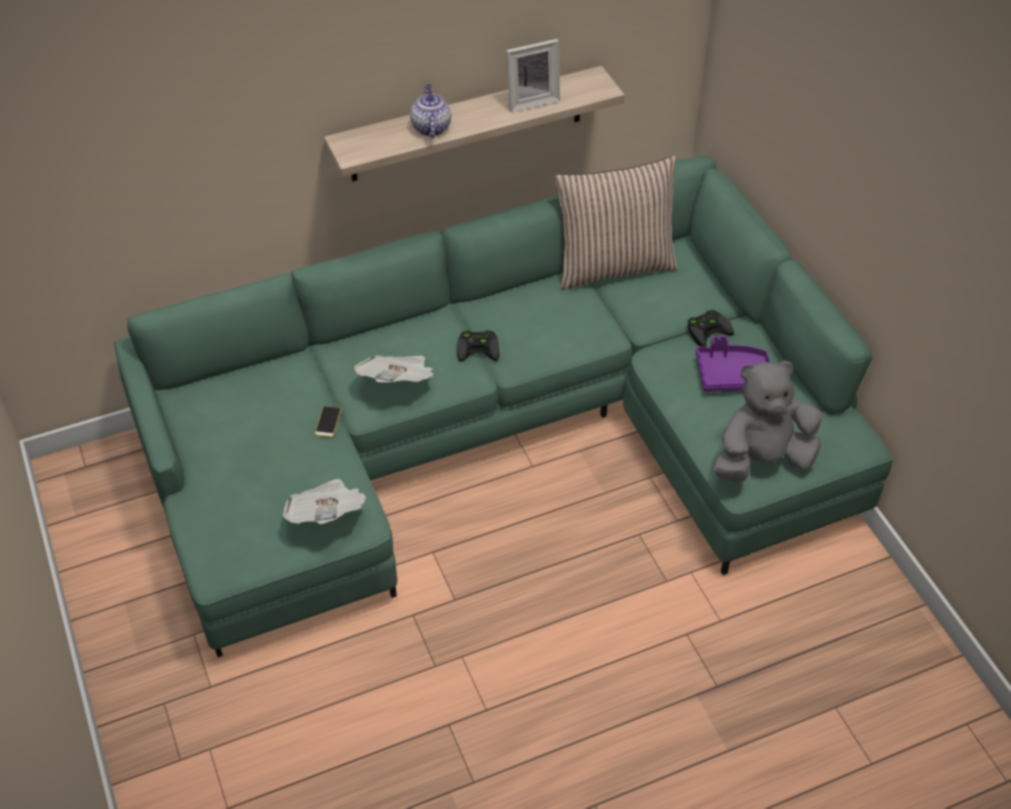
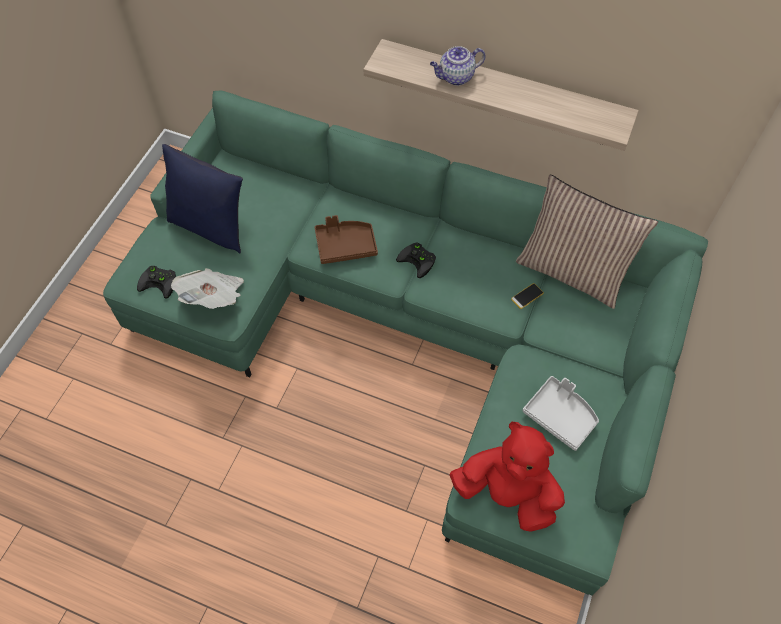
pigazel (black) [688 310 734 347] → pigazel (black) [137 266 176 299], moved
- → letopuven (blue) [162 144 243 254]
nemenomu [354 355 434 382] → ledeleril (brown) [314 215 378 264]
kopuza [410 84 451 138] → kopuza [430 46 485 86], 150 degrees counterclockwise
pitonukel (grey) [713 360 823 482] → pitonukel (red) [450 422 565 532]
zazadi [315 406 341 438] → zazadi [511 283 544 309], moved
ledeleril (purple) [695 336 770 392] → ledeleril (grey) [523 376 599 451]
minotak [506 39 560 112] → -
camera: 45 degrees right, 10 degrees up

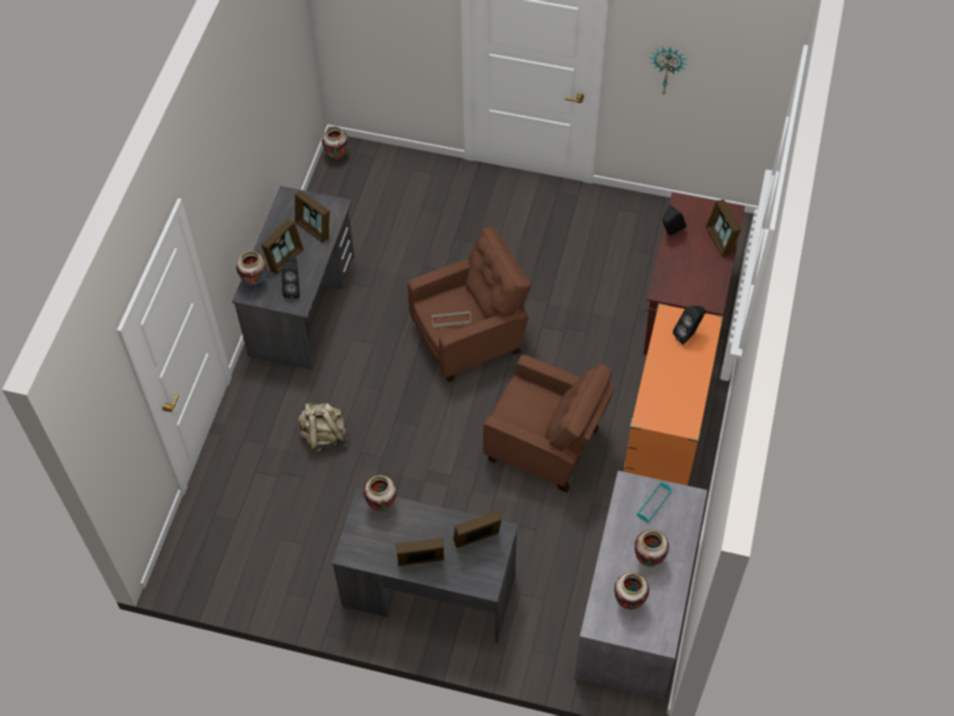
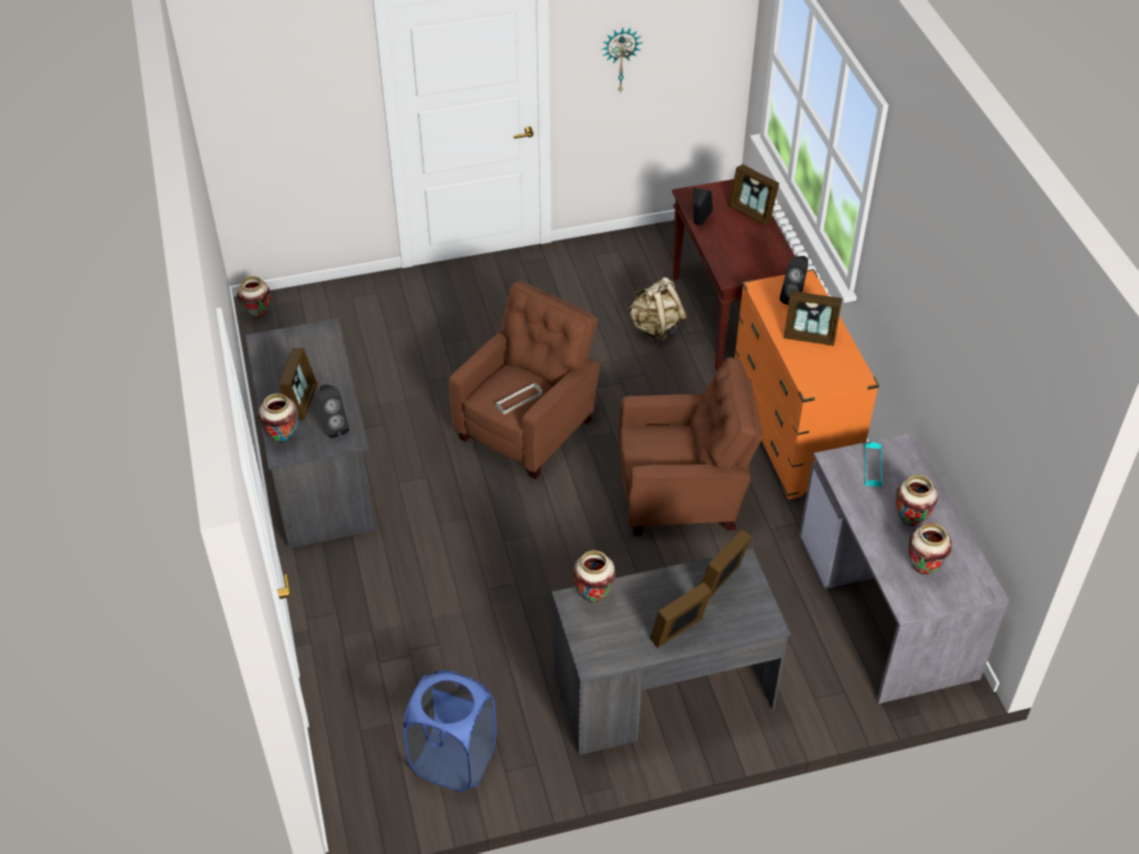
- → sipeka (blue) [403 670 497 791]
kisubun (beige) [298 401 349 452] → kisubun (beige) [628 277 687 343], moved
minotak [295 190 330 243] → minotak [784 291 842 346], moved
camera: 30 degrees left, 10 degrees down

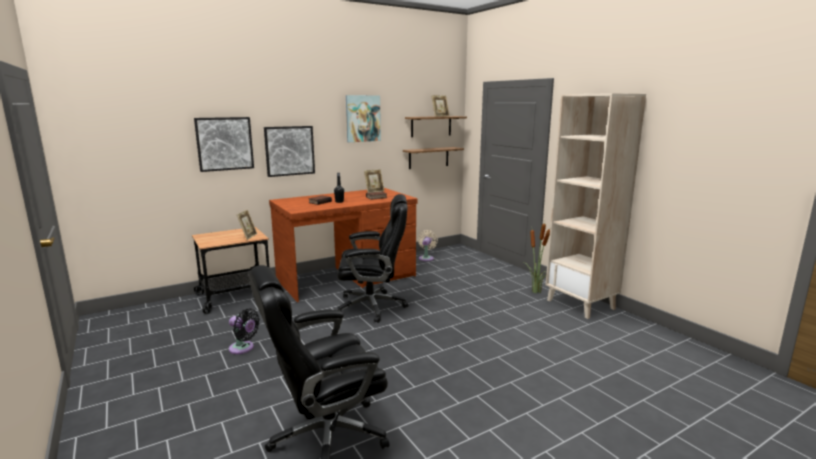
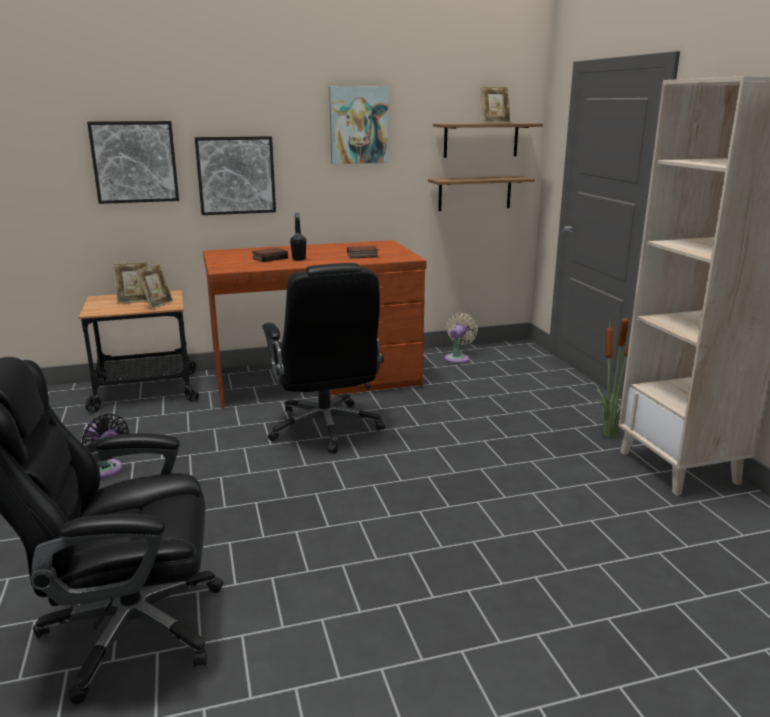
minotak [364 169 384 193] → minotak [113 262 149 304], moved
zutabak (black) [337 194 409 323] → zutabak (black) [262 263 385 454], 60 degrees clockwise
camera: 15 degrees right, 5 degrees up

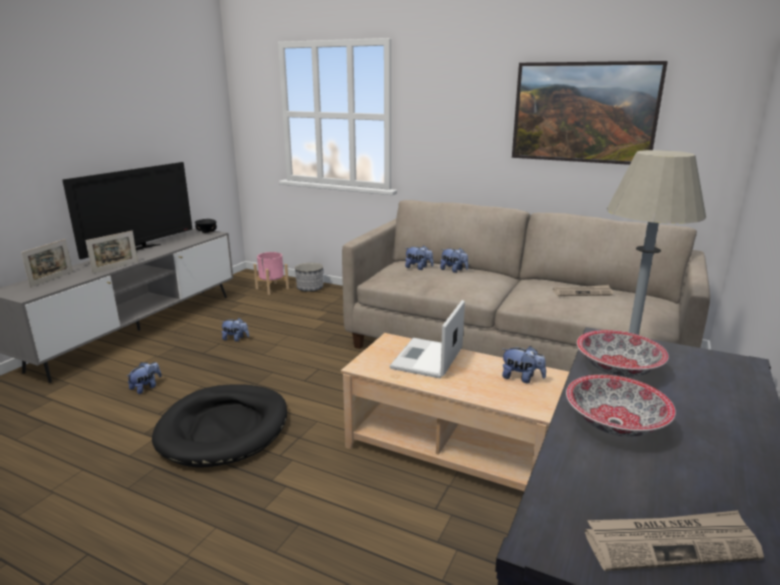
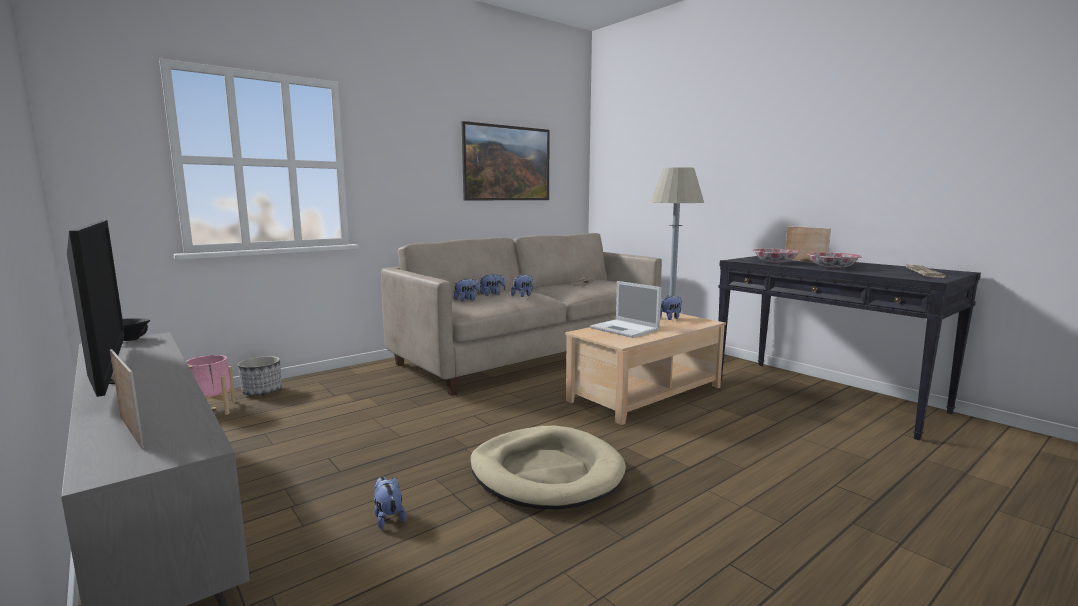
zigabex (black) [152 384 287 467] → zigabex (beige) [470 426 626 509]
pitonukel [220 318 249 342] → pitonukel [511 274 533 297], moved
minotak [85 231 138 274] → minotak [786 226 831 263], moved
camera: 65 degrees left, 10 degrees down

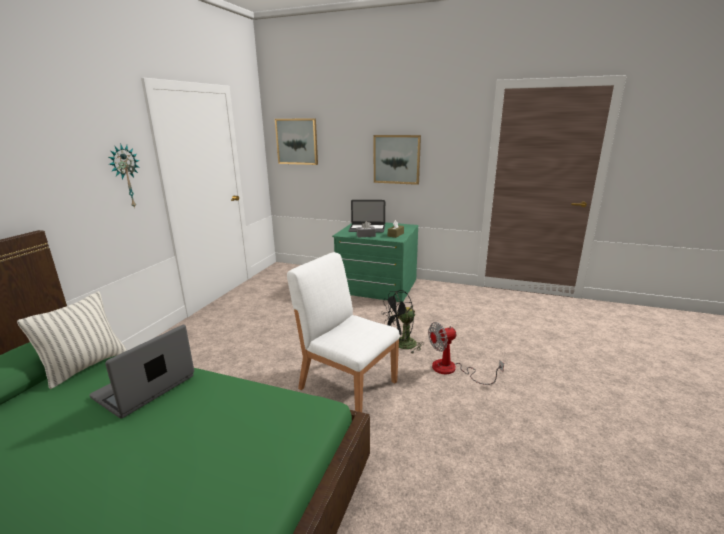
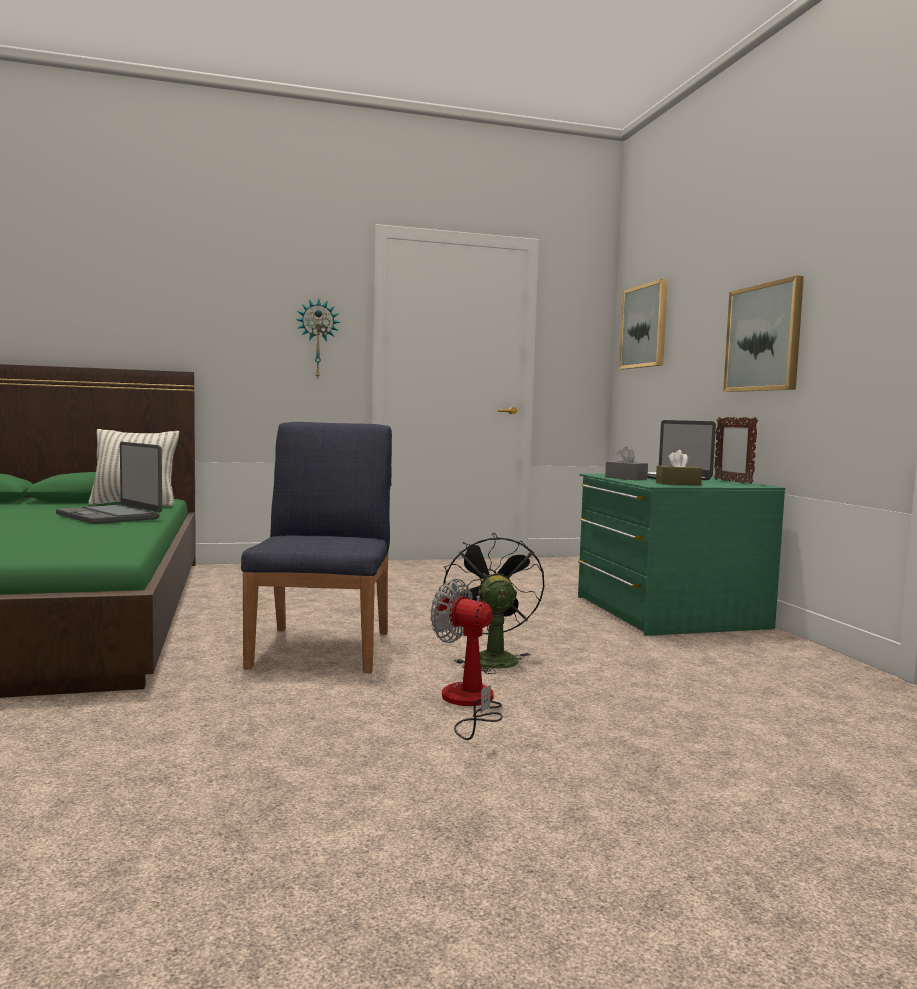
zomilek [90 325 194 419] → zomilek [56 442 162 524], 135 degrees counterclockwise
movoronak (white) [287 252 400 412] → movoronak (blue) [241 422 392 673]
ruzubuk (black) [381 290 424 353] → ruzubuk (black) [442 532 544 674], 45 degrees clockwise
- → minotak [714 417 758 484]
camera: 55 degrees right, 15 degrees down

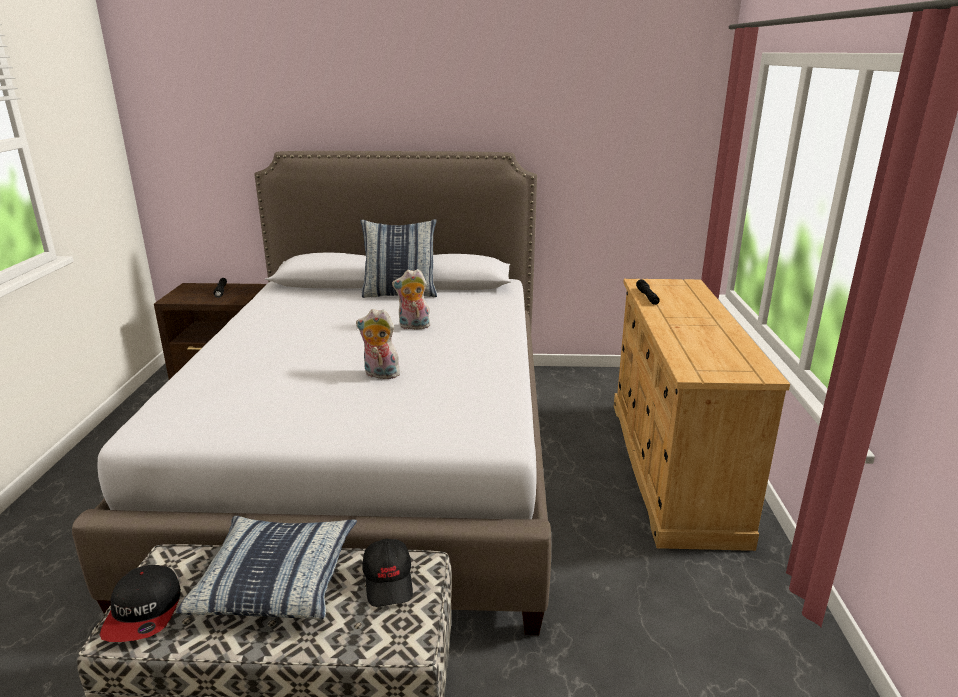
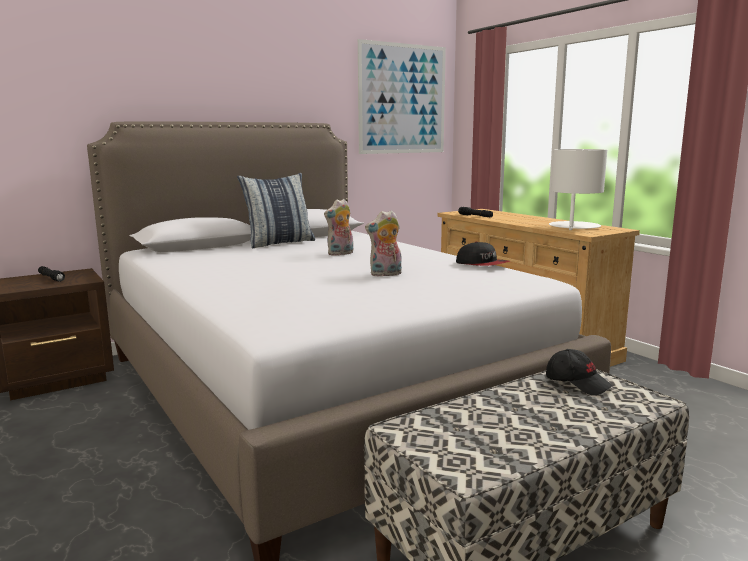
- → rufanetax [358 39 446 154]
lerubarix [100 565 181 642] → lerubarix [456 242 510 266], moved
- → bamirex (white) [549 149 607 230]
letopuven [176 516 357 620] → -
camera: 35 degrees left, 10 degrees down

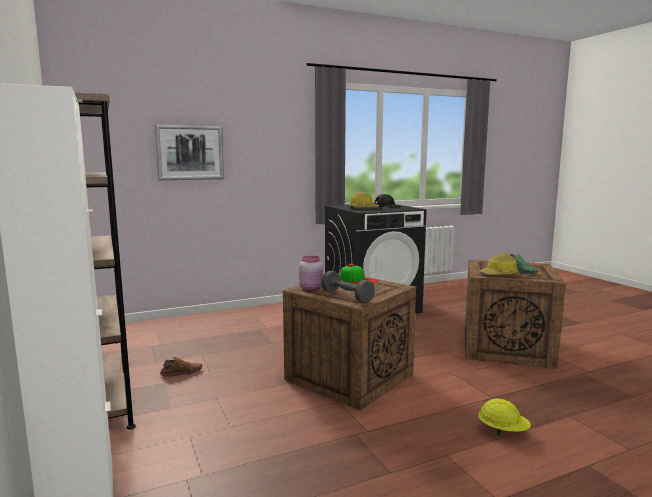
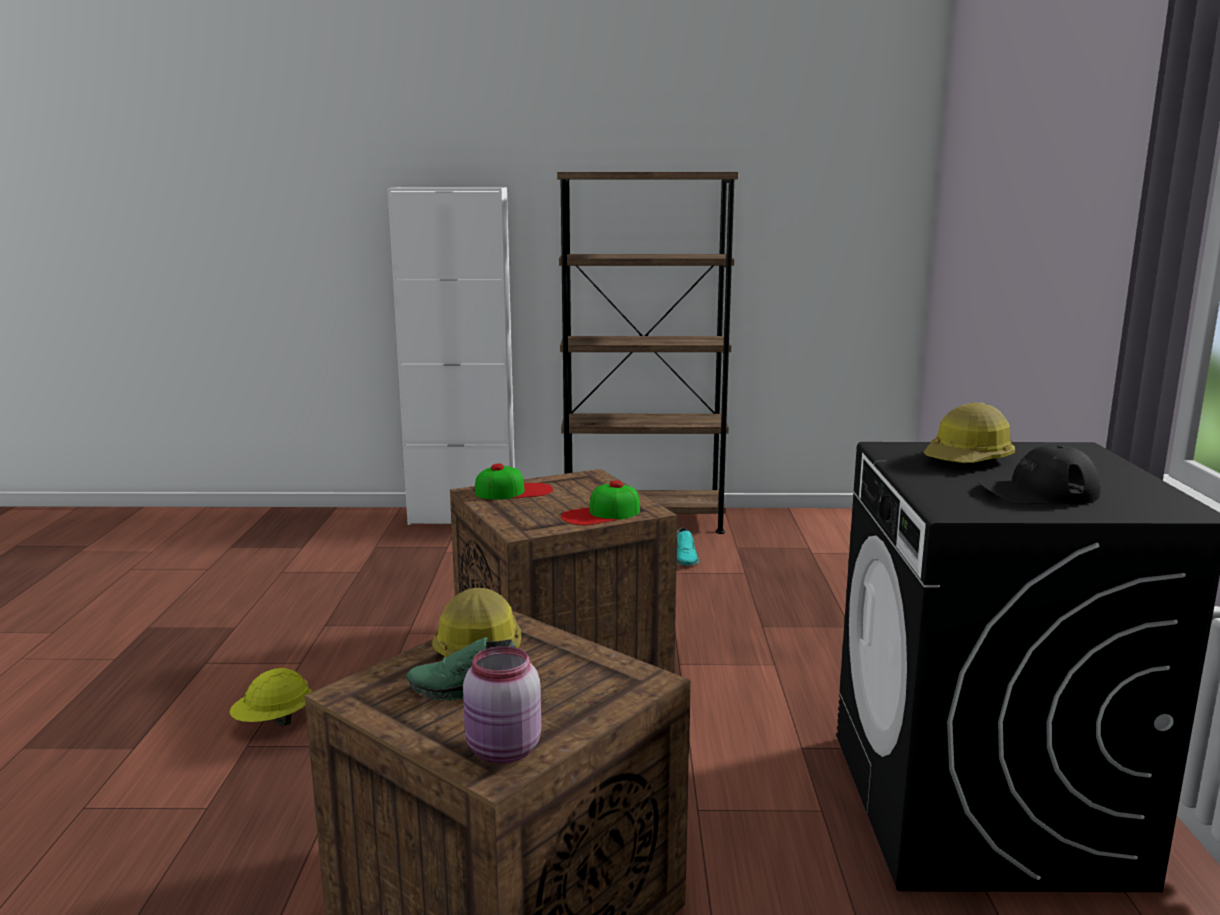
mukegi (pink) [299 256 323 290] → mukegi (pink) [463 646 541 763], moved
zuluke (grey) [321 271 375 303] → lerubarix [475 464 554 500]
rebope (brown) [160 357 202 377] → rebope (turquoise) [677 528 699 565]
rufanetax [155 125 224 180] → -
camera: 115 degrees right, 5 degrees up

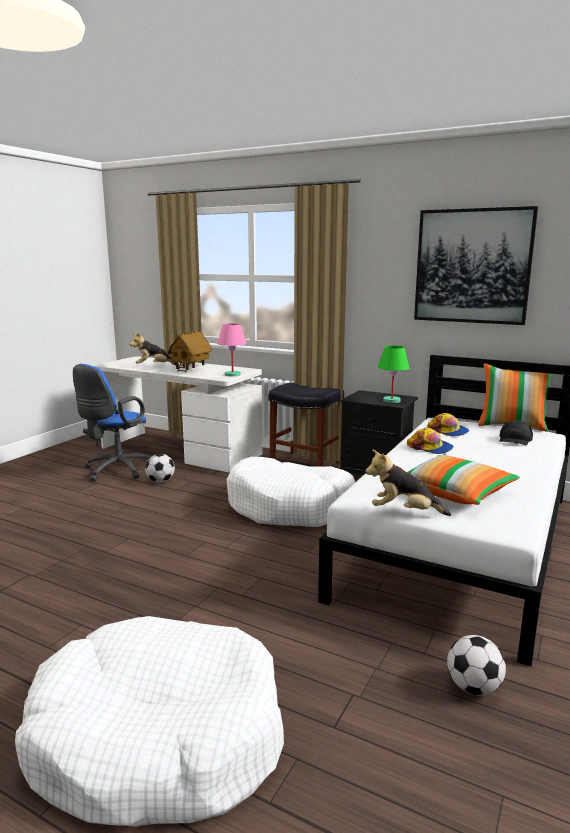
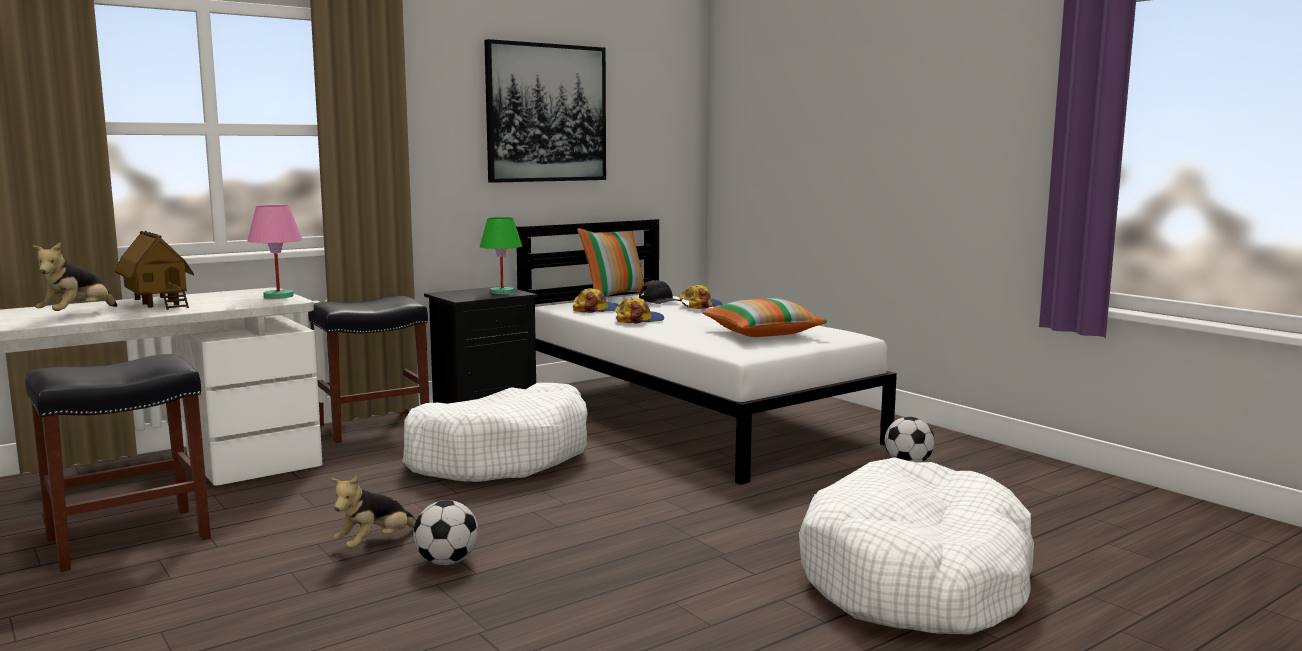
zutabak (blue) [73 364 152 481] → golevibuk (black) [25 354 211 572]
pitonukel [365 449 451 516] → pitonukel [331 476 416 549], moved
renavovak [145 454 175 483] → renavovak [413 500 478 565], moved
- → lerubarix [680 285 722 309]
camera: 65 degrees left, 5 degrees down

